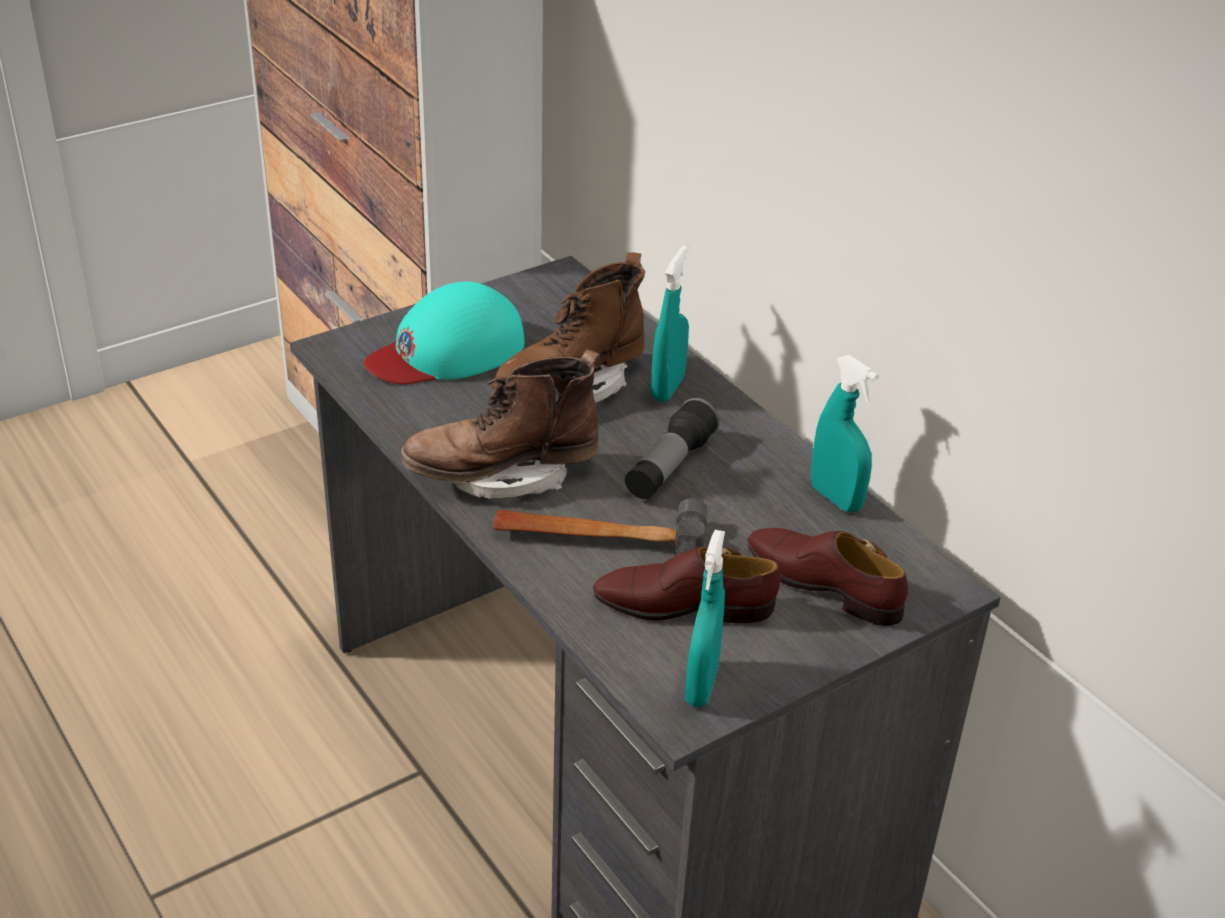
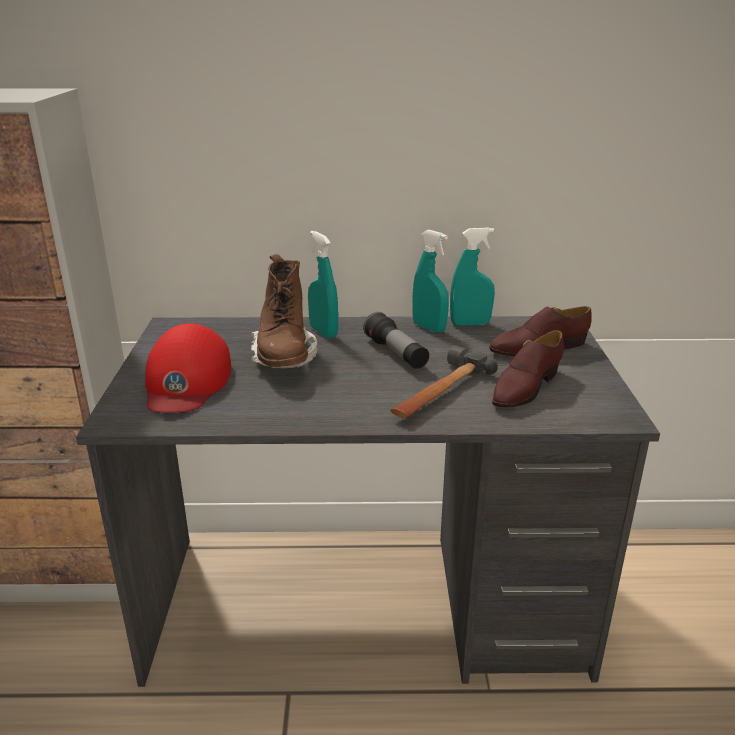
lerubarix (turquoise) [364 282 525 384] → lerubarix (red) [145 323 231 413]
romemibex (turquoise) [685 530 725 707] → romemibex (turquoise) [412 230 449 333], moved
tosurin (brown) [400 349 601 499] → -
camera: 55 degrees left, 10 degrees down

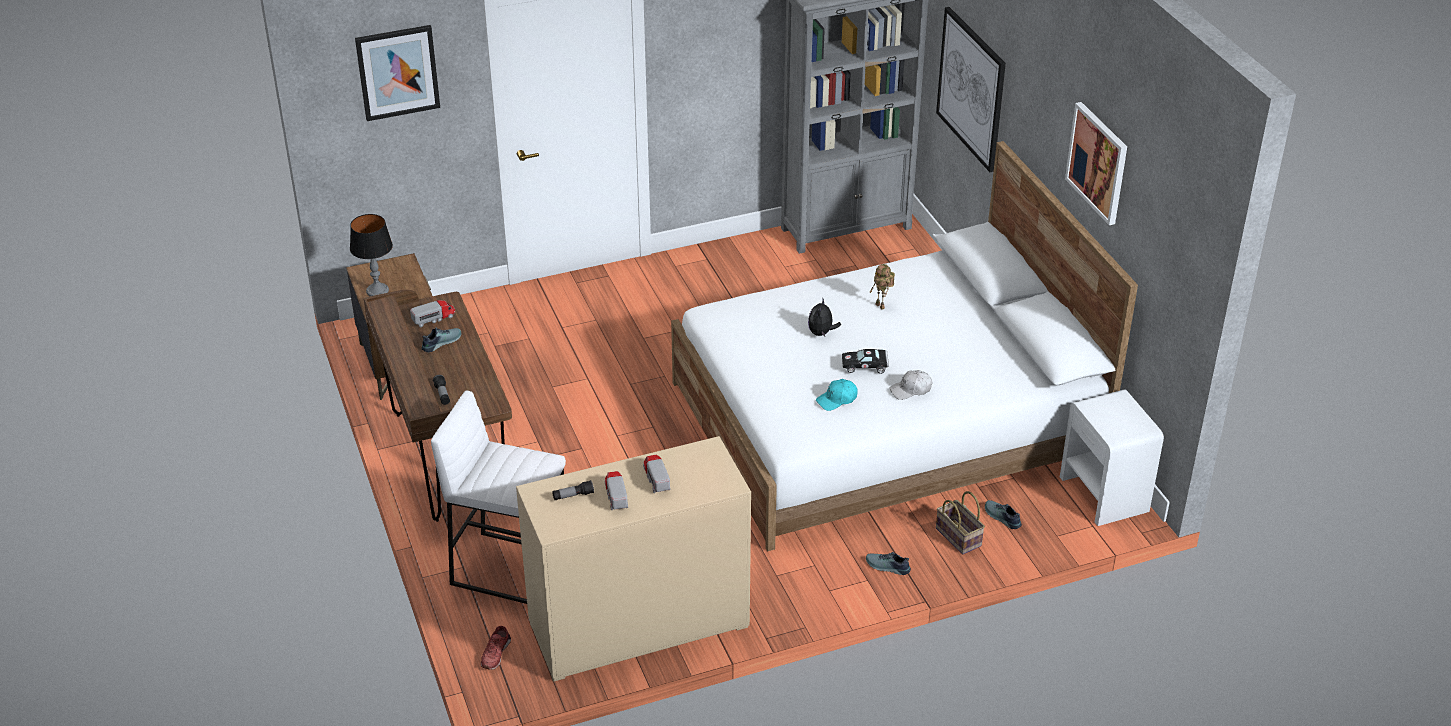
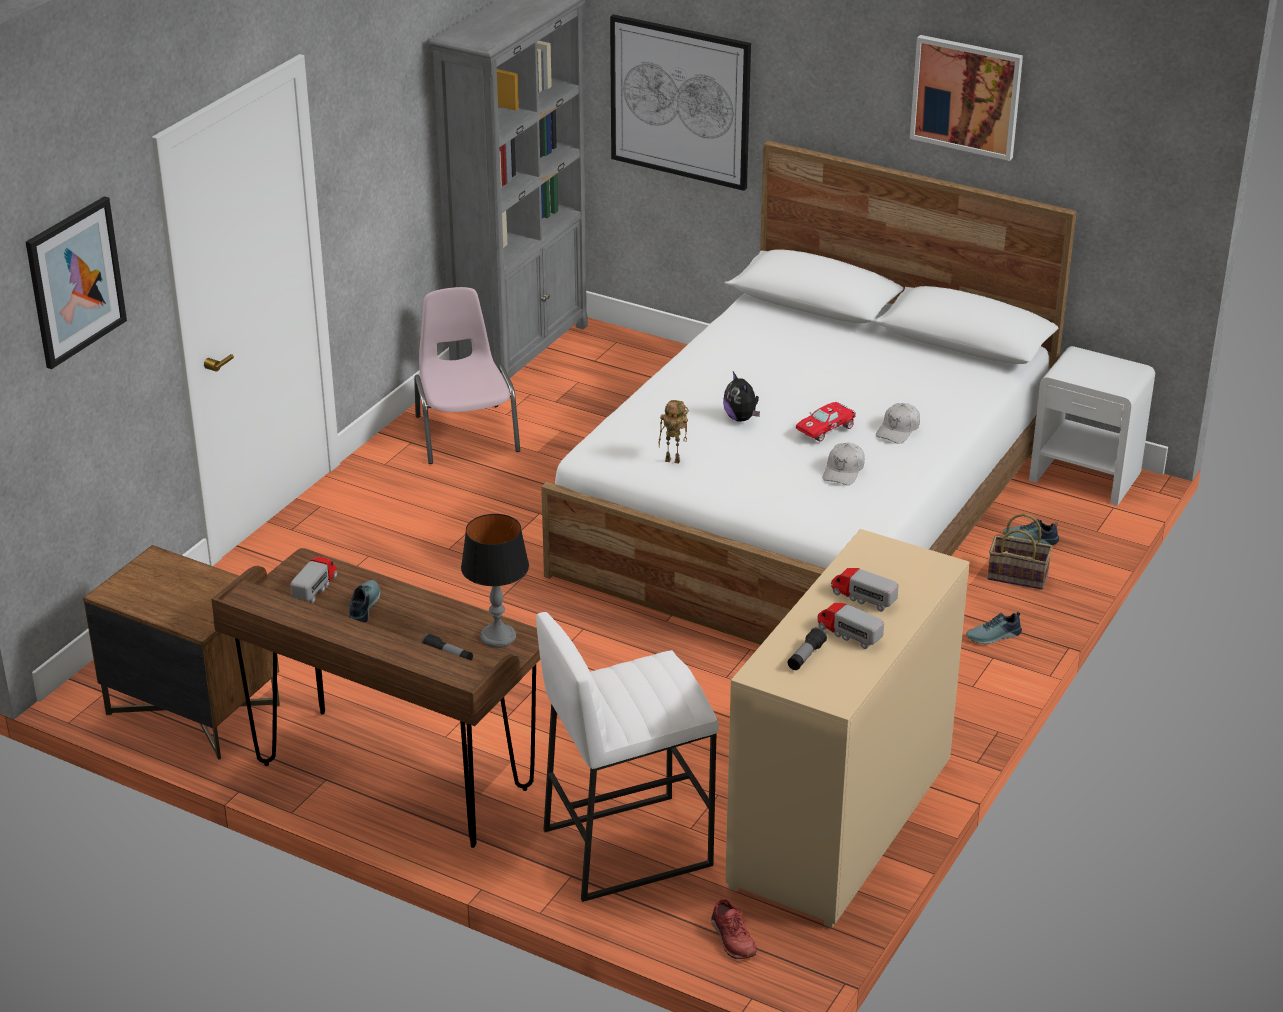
- → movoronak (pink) [414 287 520 464]
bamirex [350 214 393 296] → bamirex [461 514 529 648], moved
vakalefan [870 264 895 310] → vakalefan [658 400 689 464], moved
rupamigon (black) [842 349 889 374] → rupamigon (red) [796 402 856 442]
lerubarix (turquoise) [816 379 858 411] → lerubarix (white) [823 443 865 485]
camera: 40 degrees left, 5 degrees down

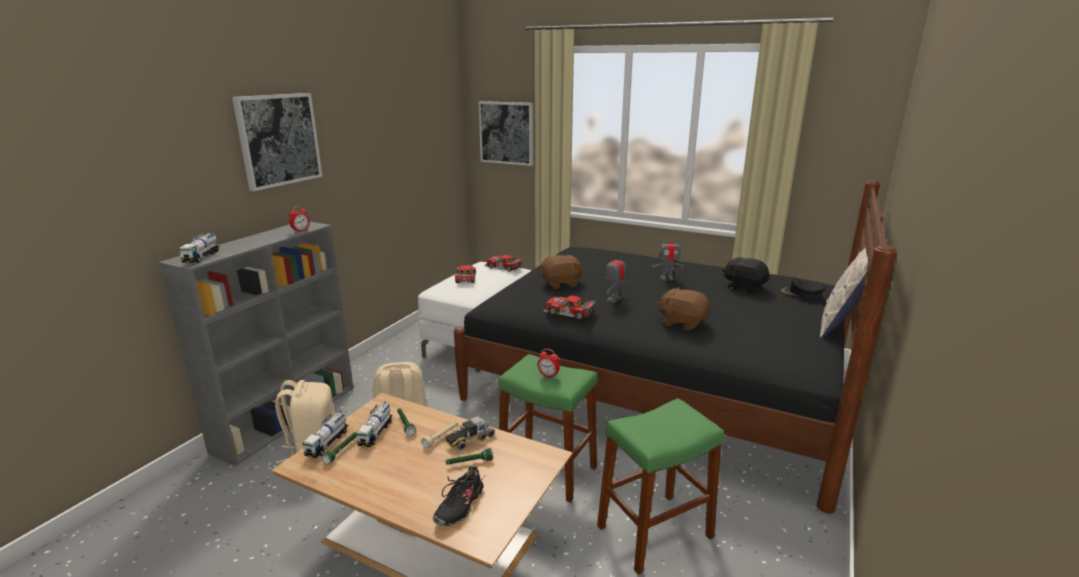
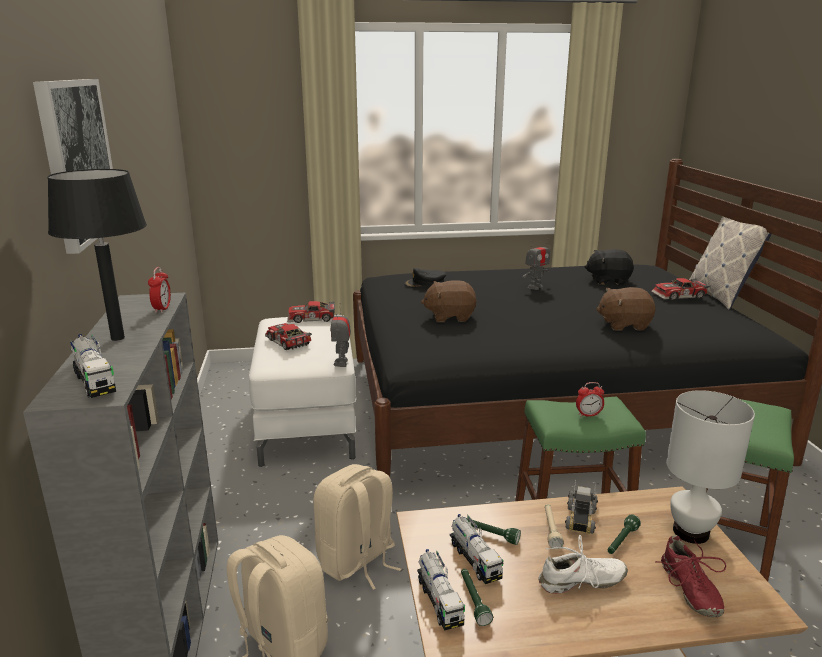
- → bamirex (black) [47 169 147 341]
vakalefan [605 255 627 303] → vakalefan [330 303 351 367], moved
lerubarix (black) [780 277 826 299] → lerubarix (black) [404 268 446 287], moved
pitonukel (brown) [541 254 584 289] → pitonukel (brown) [421 280 477 322], 135 degrees counterclockwise
- → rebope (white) [539 535 628 594]
rupamigon [543 296 596 320] → rupamigon [651 278 710 300], moved
rebope (black) [433 465 485 526] → rebope (red) [656 535 726 617]
- → bamirex (white) [666 390 755 544]
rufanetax [478 101 533 166] → -
camera: 35 degrees left, 0 degrees up

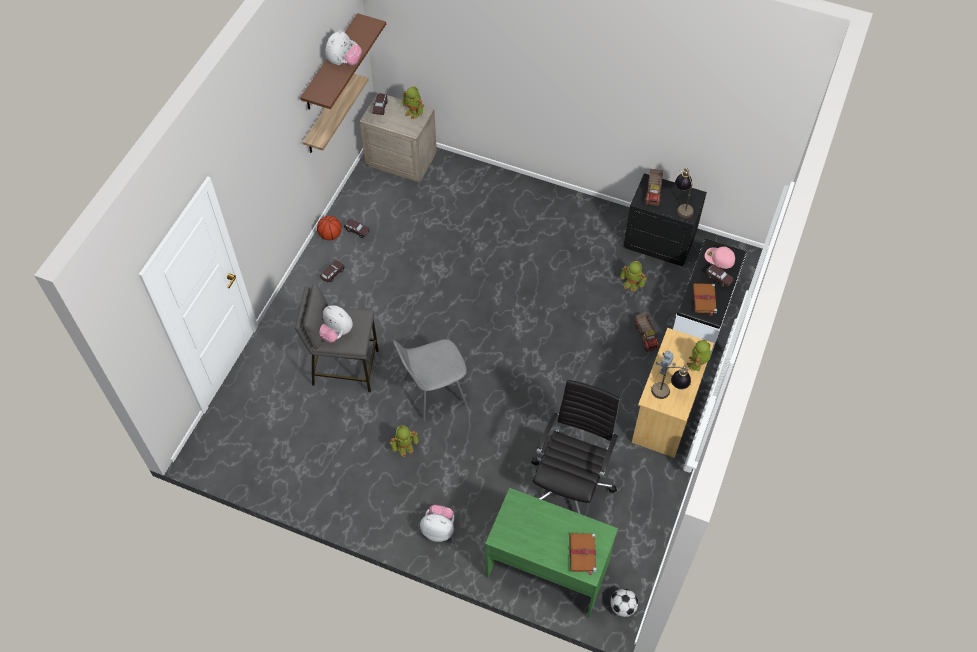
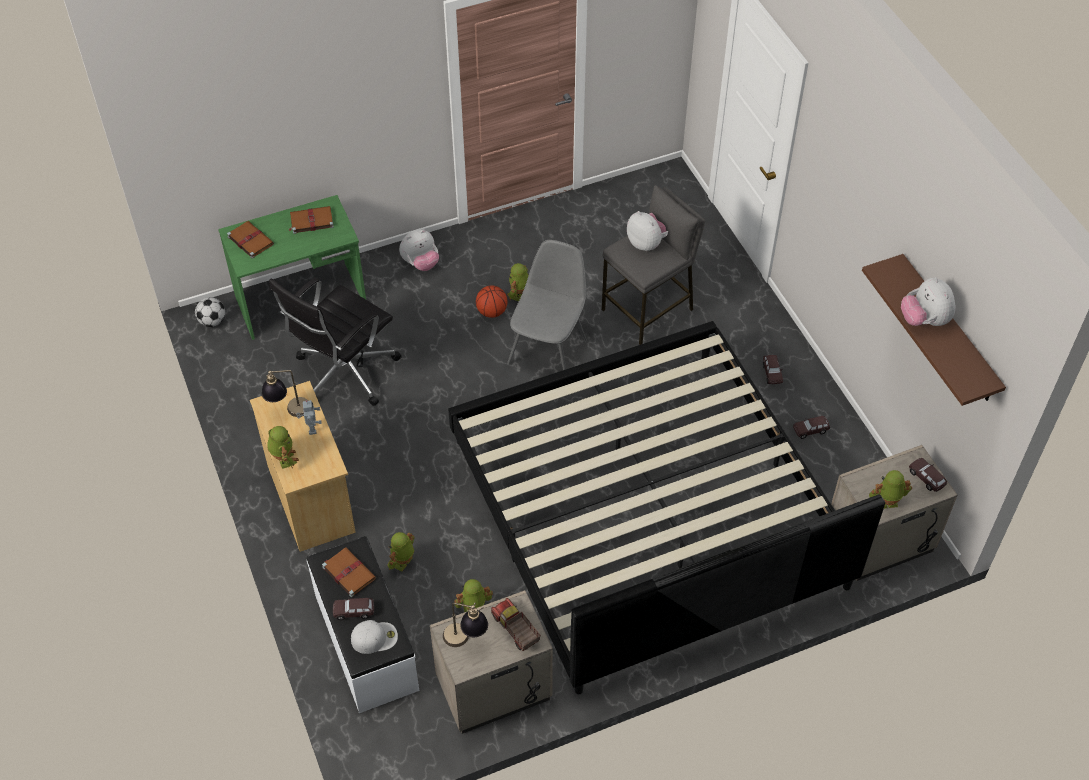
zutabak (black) [531 380 620 514] → zutabak (black) [269 278 402 406], 60 degrees clockwise
- → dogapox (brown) [289 206 334 234]
lerubarix (pink) [705 247 735 269] → lerubarix (white) [351 620 398 654]
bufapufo [635 313 660 352] → vakalefan [387 532 415 572]
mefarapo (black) [623 173 707 266] → mefarapo (beige) [430 590 553 734]
- → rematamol [448 321 885 694]
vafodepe [317 216 341 240] → vafodepe [476 286 507 318], moved
pitonukel [319 305 353 343] → pitonukel [627 211 668 251], 60 degrees clockwise
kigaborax [303 74 368 153] → -
camera: 135 degrees right, 5 degrees down

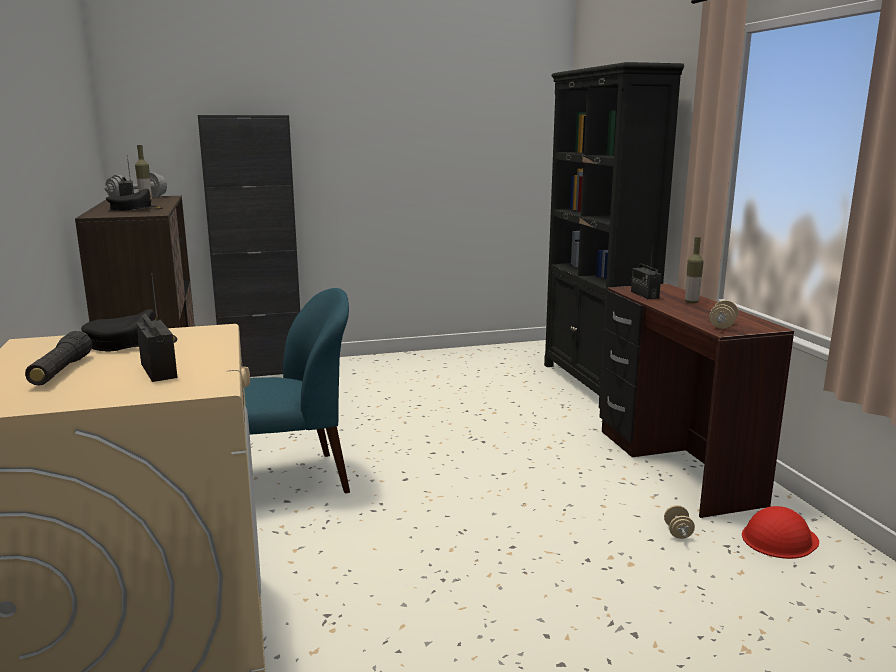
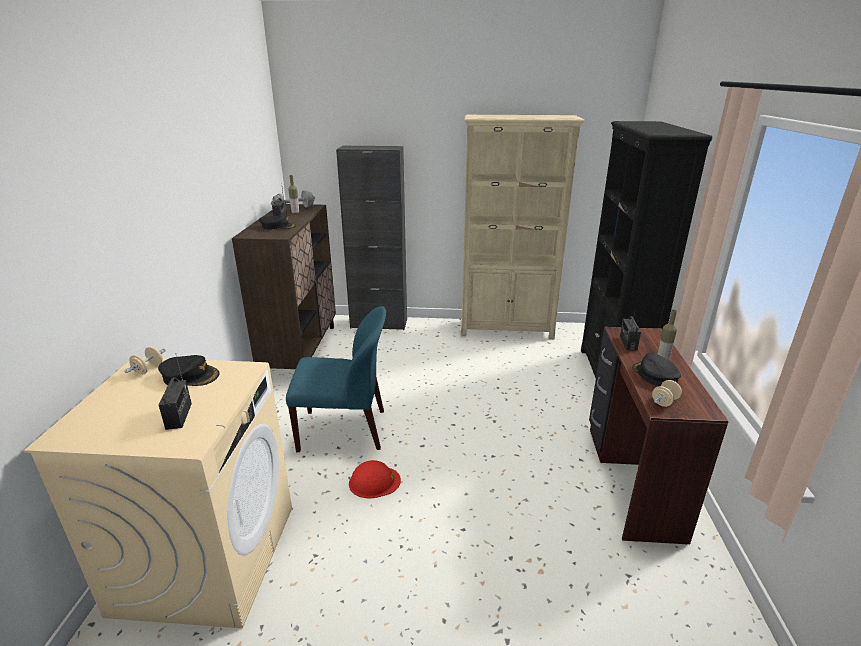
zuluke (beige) [664 505 695 539] → zuluke (beige) [124 347 166 375], moved
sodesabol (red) [742 506 819 559] → sodesabol (red) [349 460 401 498], moved
- → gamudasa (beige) [461 115 585 339]
- → lerubarix (black) [632 352 681 386]
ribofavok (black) [25 331 92 385] → -
camera: 20 degrees right, 10 degrees up

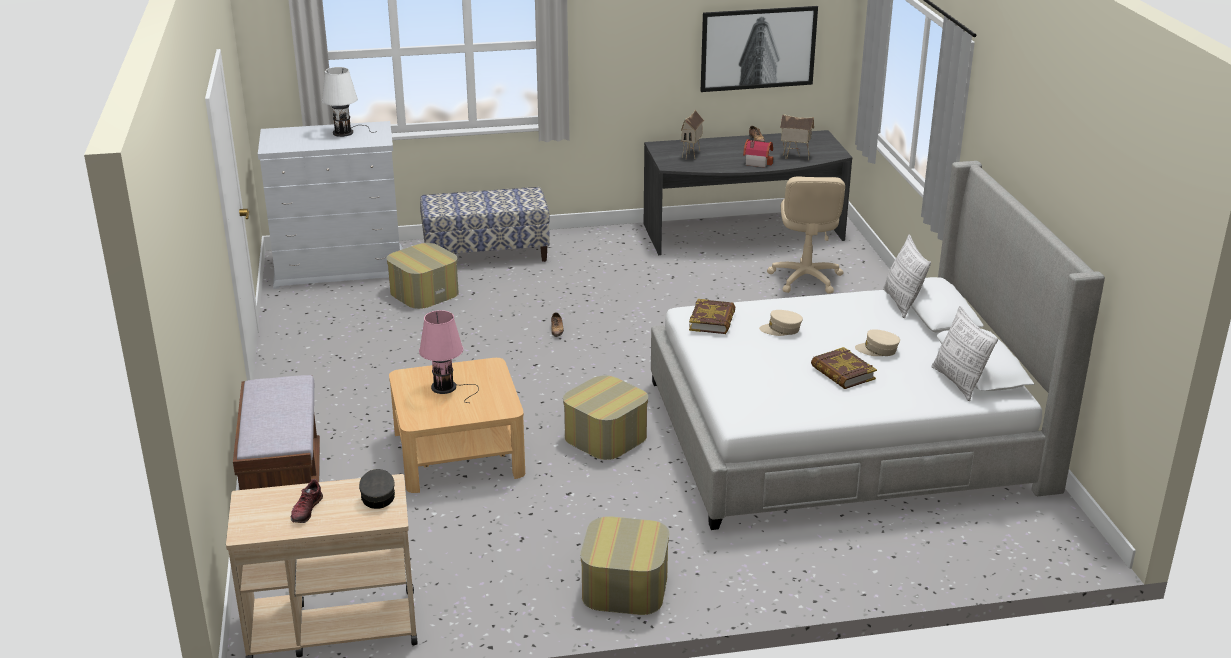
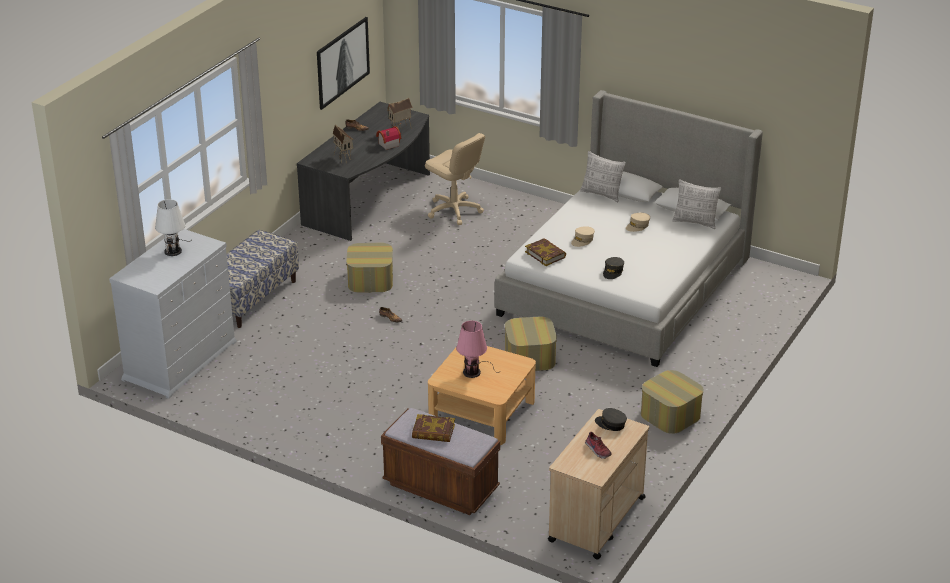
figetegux [386 243 459 309] → figetegux [346 243 393 293], moved
dogapox [811 347 877 389] → dogapox [412 414 455 442], moved
- → lerubarix (grey) [603 257 624 279]
camera: 50 degrees left, 5 degrees up

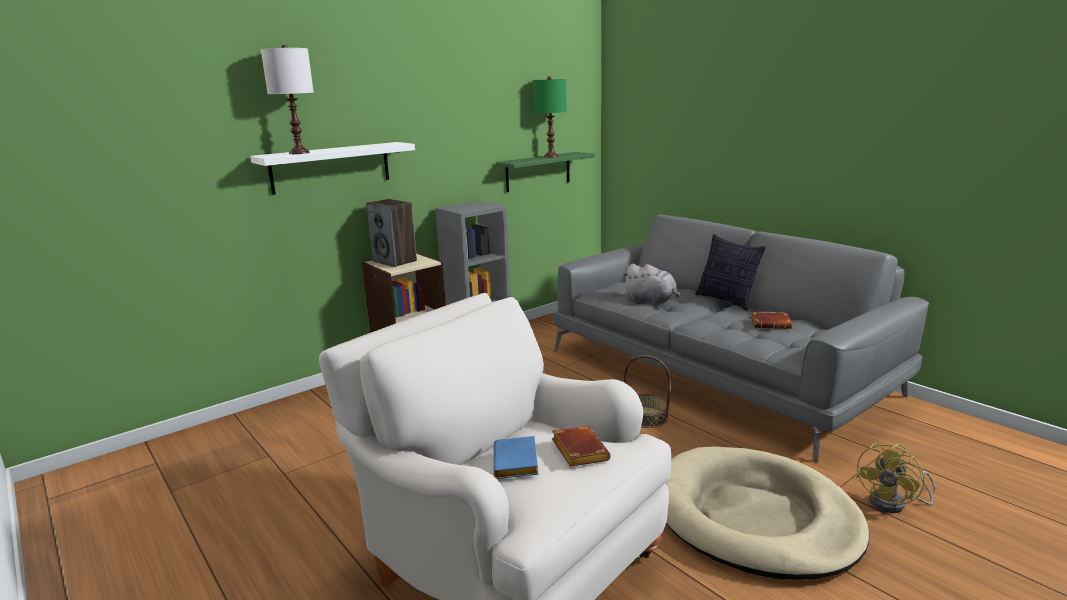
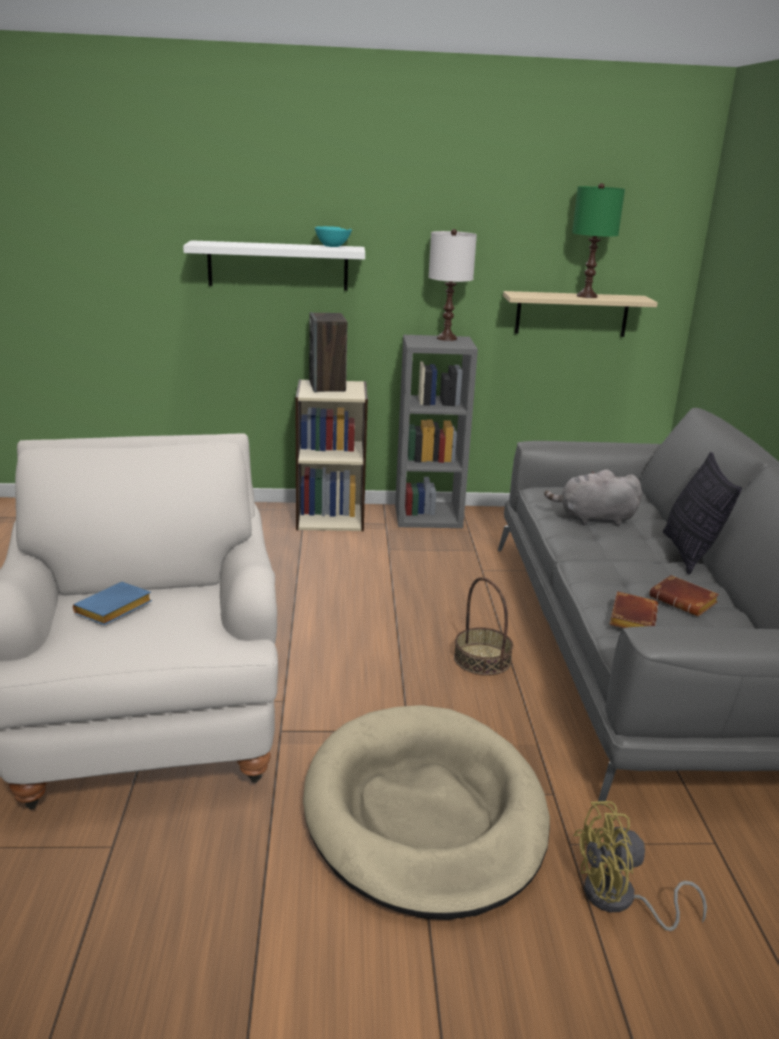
- → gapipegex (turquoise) [315 226 352 247]
bamirex (white) [261 45 314 154] → bamirex (white) [429 229 477 341], moved
kigaborax (green) [496 152 595 192] → kigaborax (beige) [503 291 658 337]
pitonukel (grey) [623 264 680 304] → pitonukel (grey) [544 469 642 526], 105 degrees clockwise
dogapox (brown) [552 426 610 467] → dogapox (brown) [609 591 658 628], moved
camera: 35 degrees right, 5 degrees up

